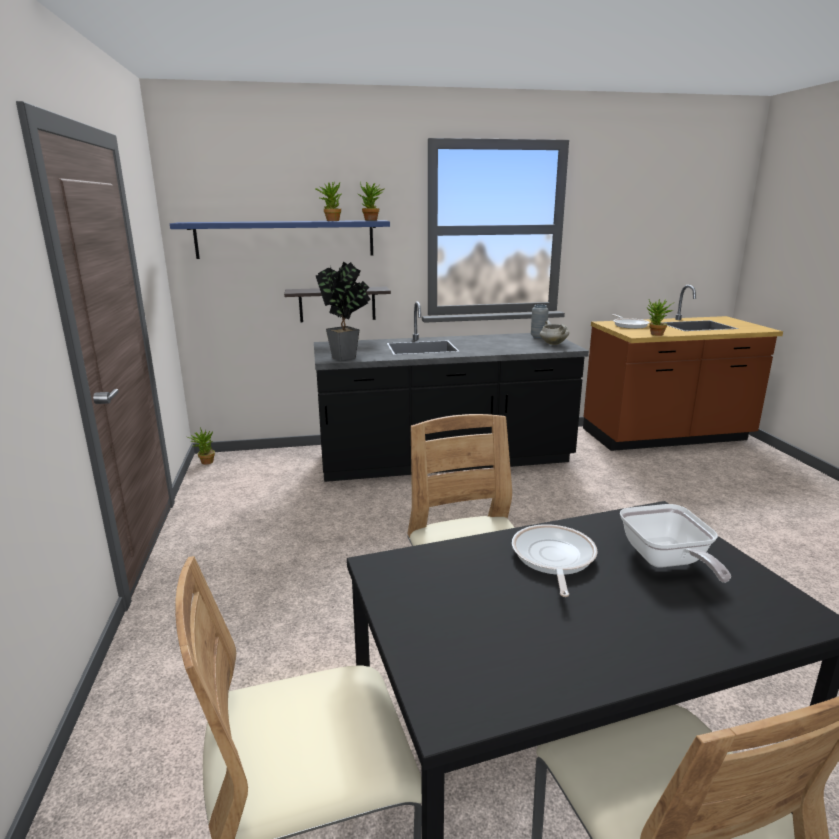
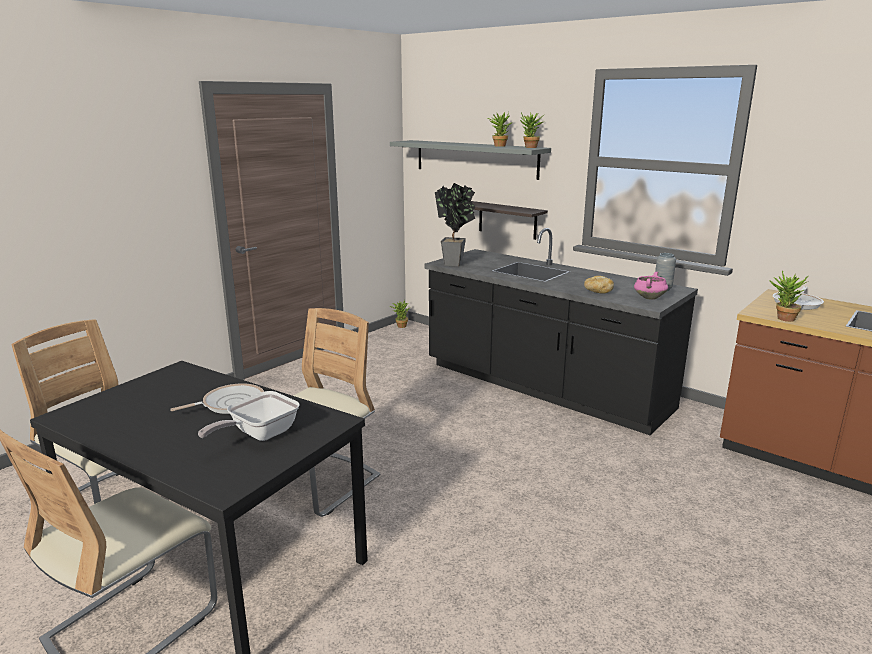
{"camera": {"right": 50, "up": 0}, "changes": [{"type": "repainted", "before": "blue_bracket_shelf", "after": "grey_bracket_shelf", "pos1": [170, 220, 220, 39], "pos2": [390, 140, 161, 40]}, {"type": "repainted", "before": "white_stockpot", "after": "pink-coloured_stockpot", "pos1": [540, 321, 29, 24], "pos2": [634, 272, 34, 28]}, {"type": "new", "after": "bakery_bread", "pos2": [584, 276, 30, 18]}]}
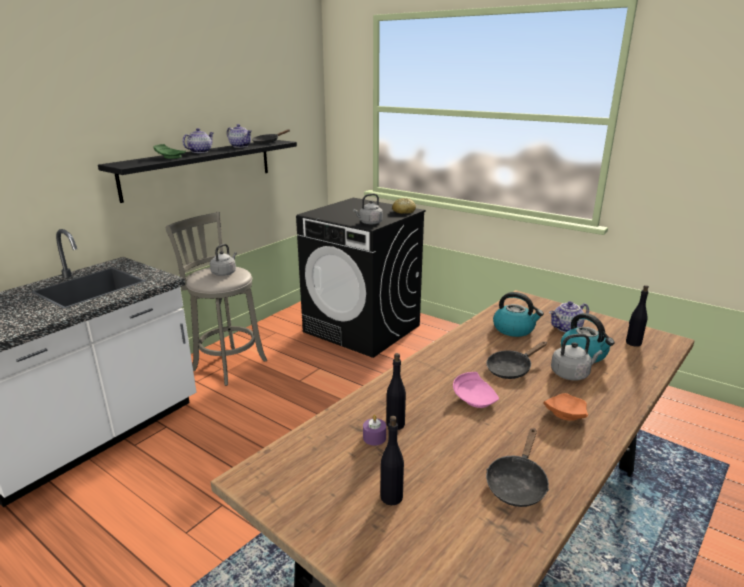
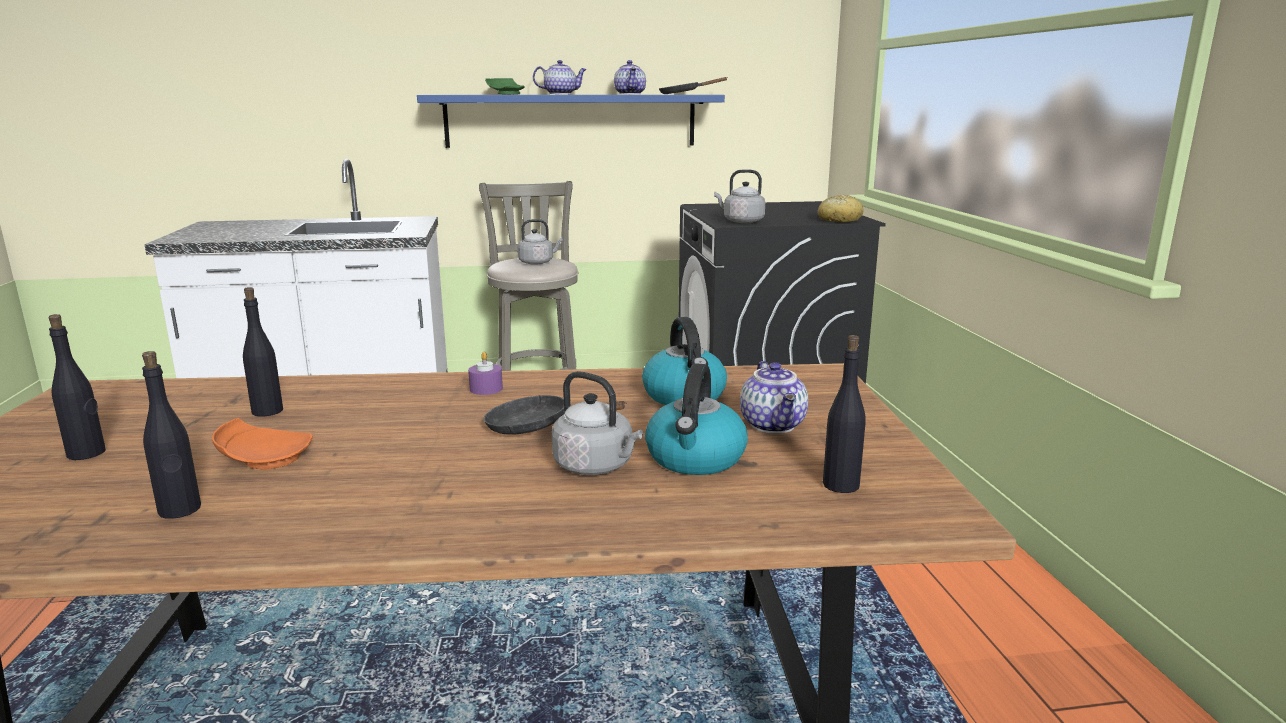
{"camera": {"right": 45, "up": -5}, "changes": [{"type": "repainted", "before": "black_bracket_shelf", "after": "blue_bracket_shelf", "pos1": [98, 140, 199, 63], "pos2": [417, 95, 308, 53]}, {"type": "shifted", "before": "purplish_wax_light", "pos1": [363, 415, 23, 31], "pos2": [468, 352, 35, 43]}, {"type": "gone", "before": "pink-coloured_plate", "pos1": [453, 372, 46, 36]}, {"type": "swapped", "before": "black_skillet", "after": "black_beverage_bottle", "pos1": [486, 428, 63, 79], "pos2": [142, 351, 59, 168]}, {"type": "shifted", "before": "orange-coloured_plate", "pos1": [543, 393, 45, 28], "pos2": [212, 418, 101, 51]}, {"type": "rotated", "before": "teapot", "pos1": [549, 301, 40, 32], "pos2": [740, 361, 68, 73], "turn": -120}]}
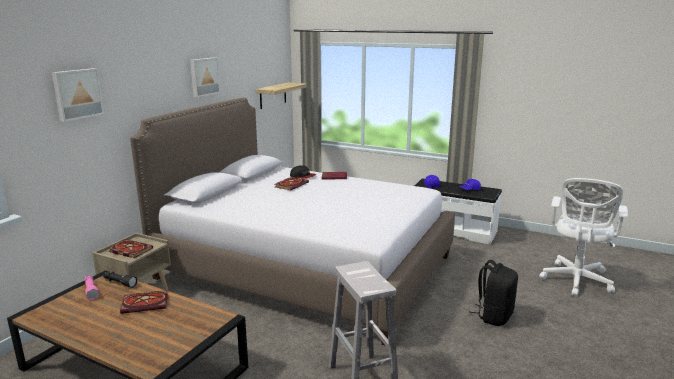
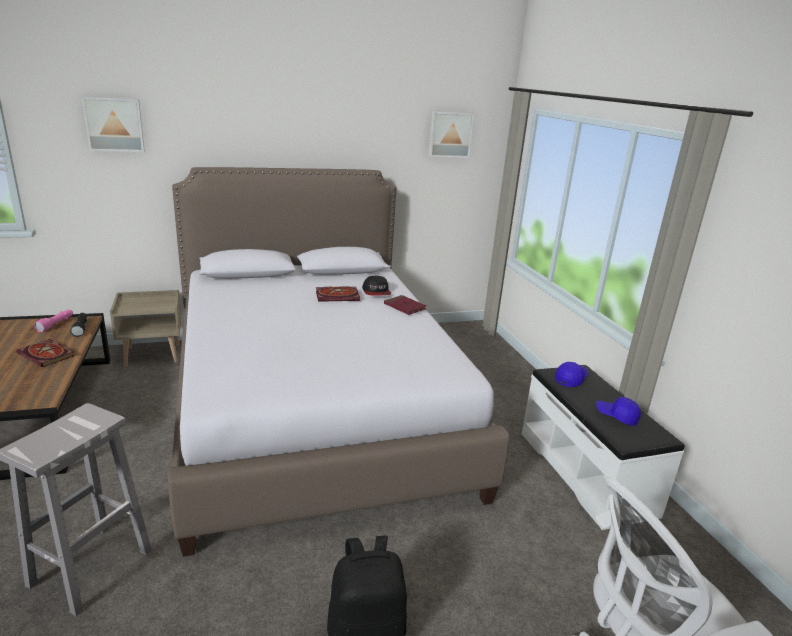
{"camera": {"right": 45, "up": 5}, "changes": [{"type": "gone", "before": "volume", "pos1": [108, 239, 45, 19]}, {"type": "shifted", "before": "wall_art", "pos1": [190, 57, 30, 40], "pos2": [428, 112, 46, 46]}, {"type": "gone", "before": "bracket_shelf", "pos1": [255, 82, 52, 27]}]}
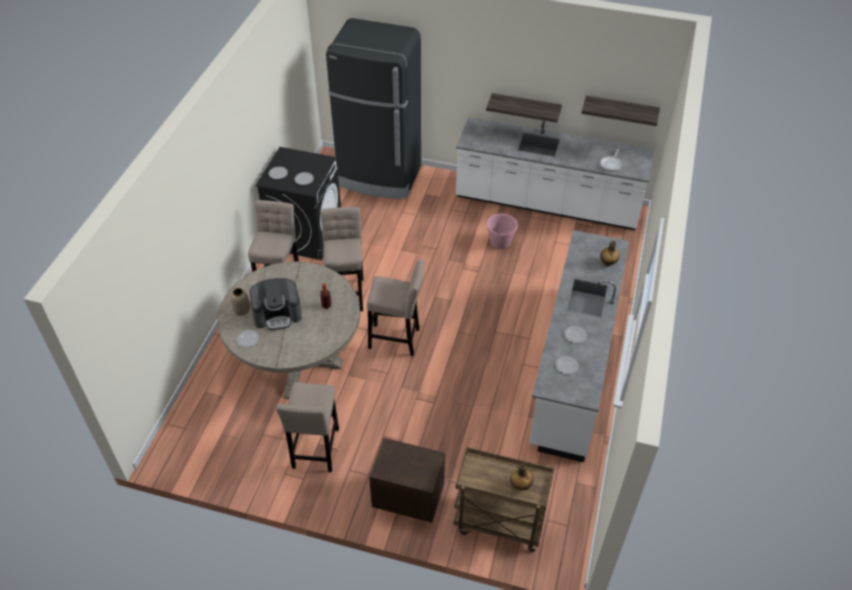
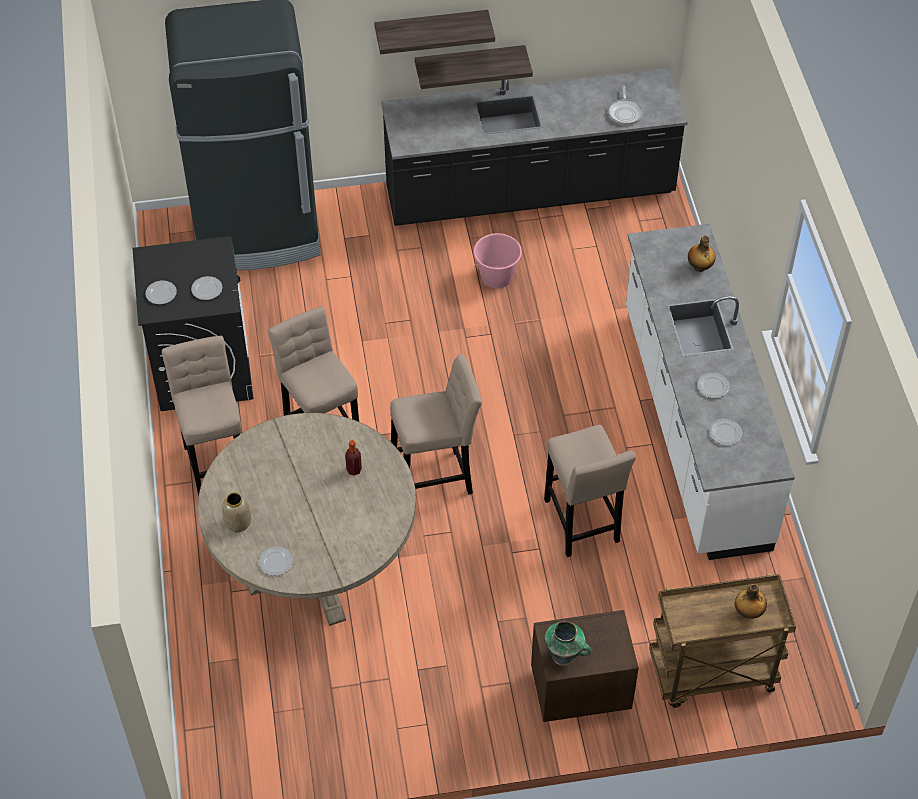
{"camera": {"right": -25, "up": 5}, "changes": [{"type": "gone", "before": "coffee_brewer", "pos1": [249, 278, 53, 52]}, {"type": "shifted", "before": "beige-coloured_stool_seat", "pos1": [276, 382, 63, 90], "pos2": [544, 425, 92, 132]}, {"type": "repainted", "before": "white_kitchen_counter", "after": "black_kitchen_counter", "pos1": [456, 117, 198, 113], "pos2": [381, 69, 307, 157]}, {"type": "shifted", "before": "bracket_shelf", "pos1": [581, 95, 79, 31], "pos2": [374, 10, 121, 44]}, {"type": "new", "after": "decorative_vase", "pos2": [544, 621, 48, 45]}]}
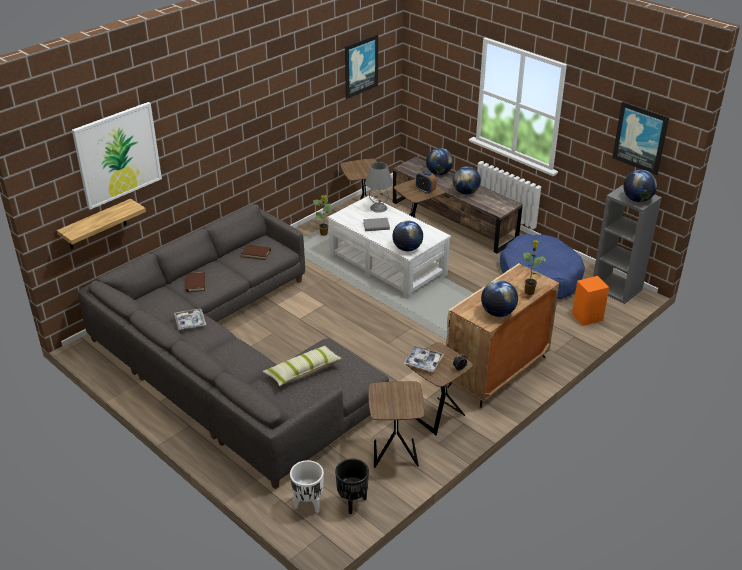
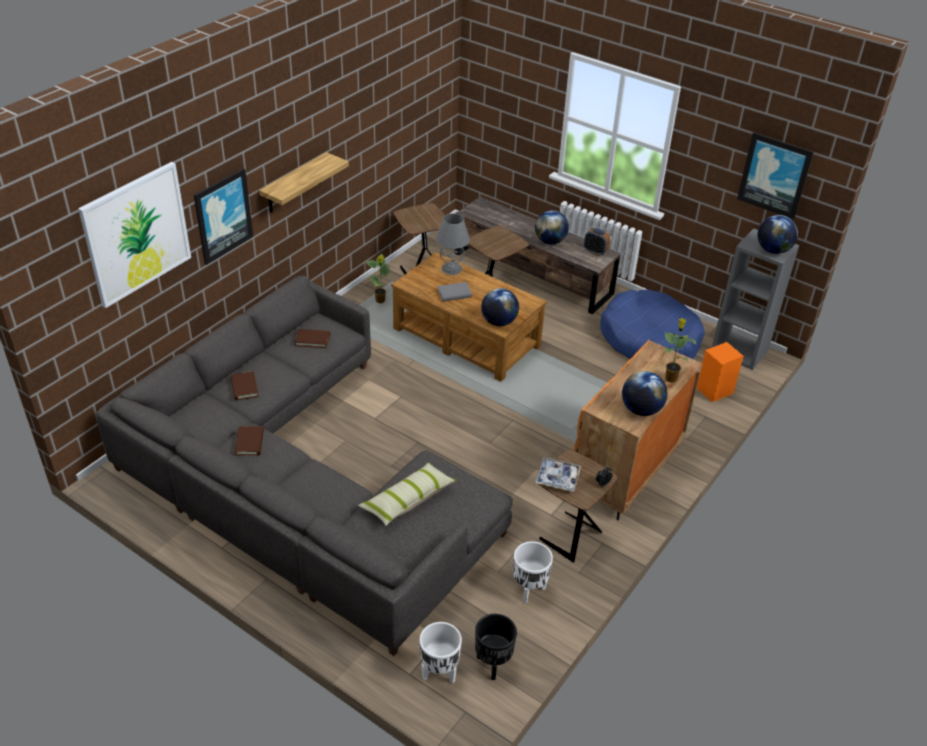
{"camera": {"right": -10, "up": 5}, "changes": [{"type": "shifted", "before": "bracket_shelf", "pos1": [57, 199, 89, 50], "pos2": [259, 152, 90, 61]}, {"type": "swapped", "before": "serving_tray", "after": "brownish_volume", "pos1": [174, 308, 32, 22], "pos2": [235, 426, 29, 30]}, {"type": "repainted", "before": "white_lounge_table", "after": "brownish_lounge_table", "pos1": [327, 196, 124, 103], "pos2": [391, 252, 156, 130]}, {"type": "shifted", "before": "wall_art", "pos1": [345, 34, 33, 65], "pos2": [194, 168, 59, 97]}, {"type": "swapped", "before": "brownish_end_table", "after": "white_flower_pot", "pos1": [369, 381, 55, 87], "pos2": [513, 541, 40, 63]}, {"type": "shifted", "before": "table_clock", "pos1": [416, 171, 21, 23], "pos2": [584, 228, 27, 28]}, {"type": "gone", "before": "world_globe", "pos1": [426, 148, 27, 27]}, {"type": "repainted", "before": "beige-coloured_storage_cabinet", "after": "orange-coloured_storage_cabinet", "pos1": [446, 263, 113, 145], "pos2": [574, 340, 129, 180]}]}
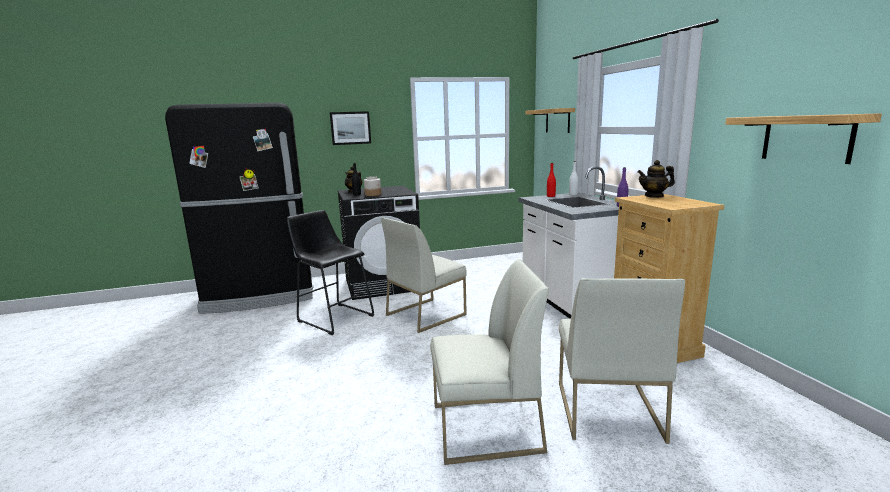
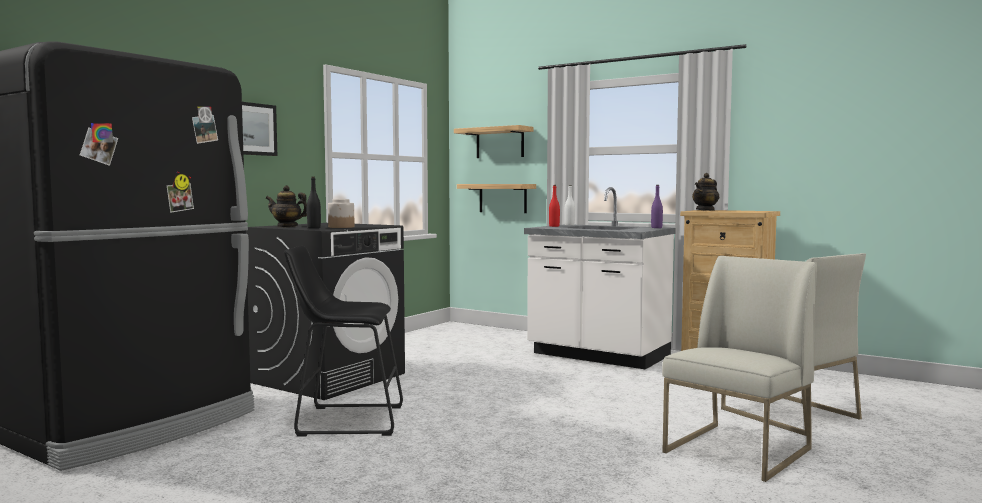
{"camera": {"right": -40, "up": -10}, "changes": [{"type": "gone", "before": "white_upright_chair", "pos1": [381, 217, 86, 116]}, {"type": "shifted", "before": "bracket_shelf", "pos1": [725, 113, 157, 51], "pos2": [457, 184, 79, 29]}]}
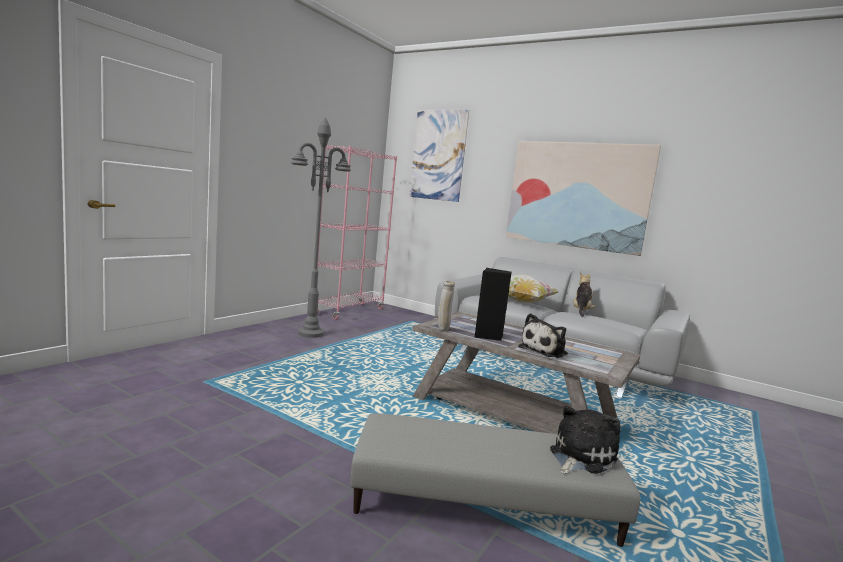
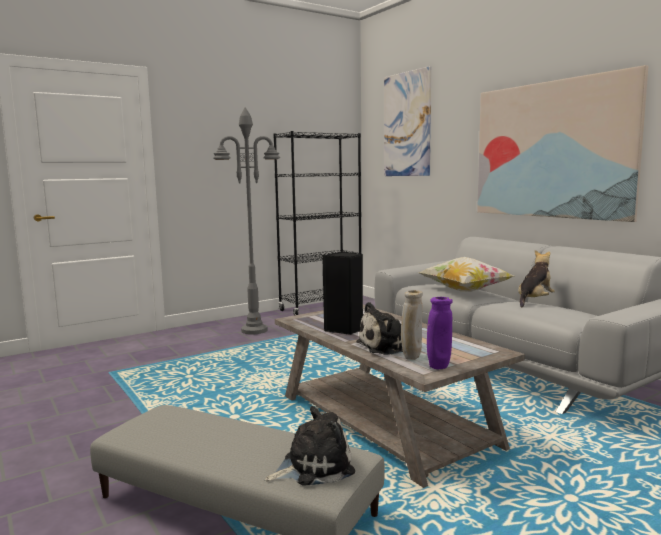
{"camera": {"right": 25, "up": 0}, "changes": [{"type": "repainted", "before": "pink-coloured_shelving_unit", "after": "black_shelving_unit", "pos1": [317, 146, 80, 174], "pos2": [273, 131, 89, 184]}, {"type": "shifted", "before": "beige-coloured_decorative_vase", "pos1": [438, 281, 17, 50], "pos2": [401, 290, 22, 70]}, {"type": "new", "after": "purplish_decorative_vase", "pos2": [427, 297, 26, 72]}]}
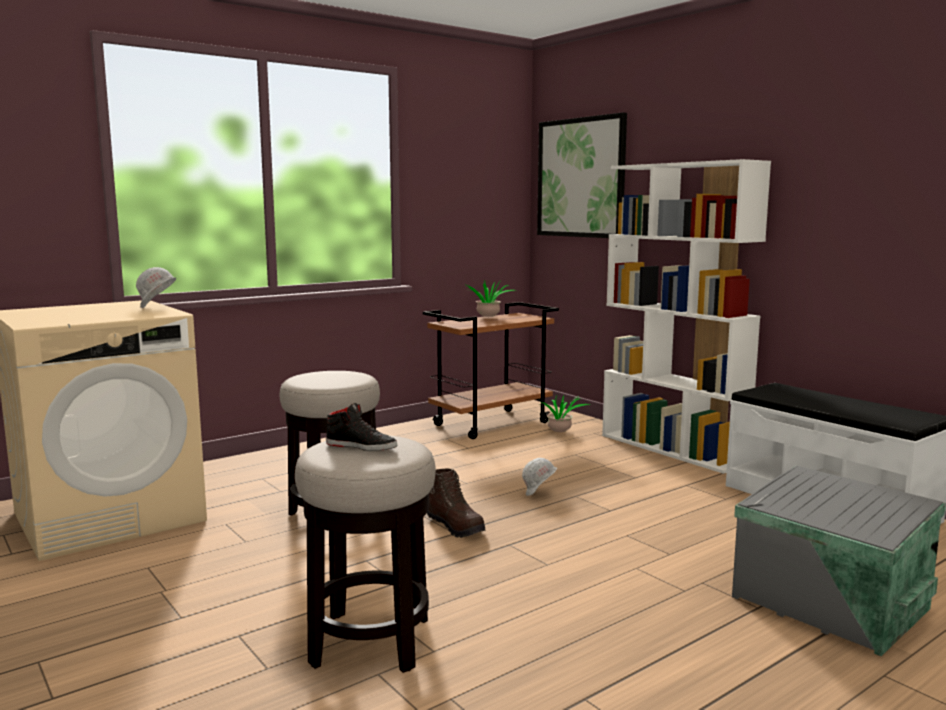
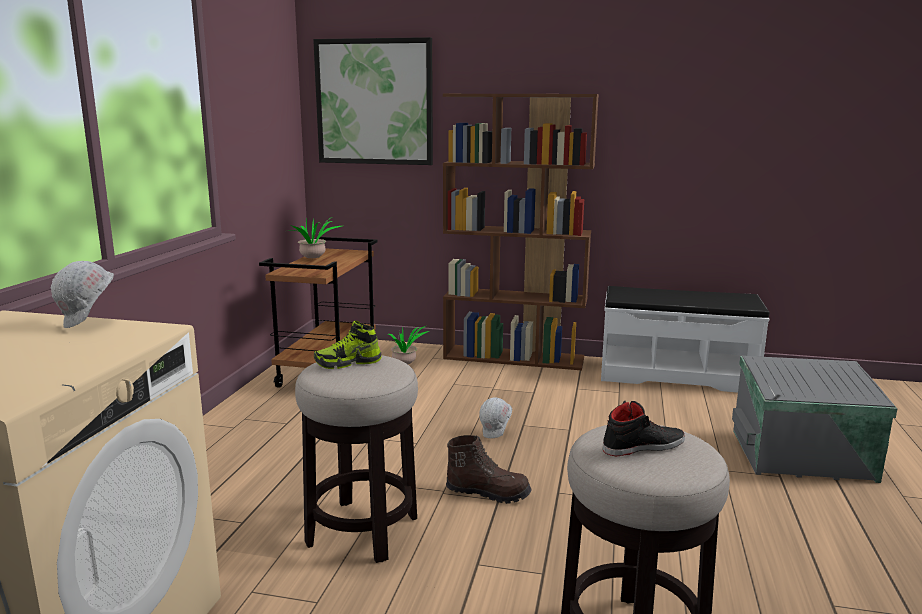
{"camera": {"right": -40, "up": 5}, "changes": [{"type": "repainted", "before": "white_shelving_unit", "after": "brownish_shelving_unit", "pos1": [602, 159, 169, 315], "pos2": [443, 94, 156, 276]}, {"type": "new", "after": "shoe", "pos2": [314, 320, 68, 49]}]}
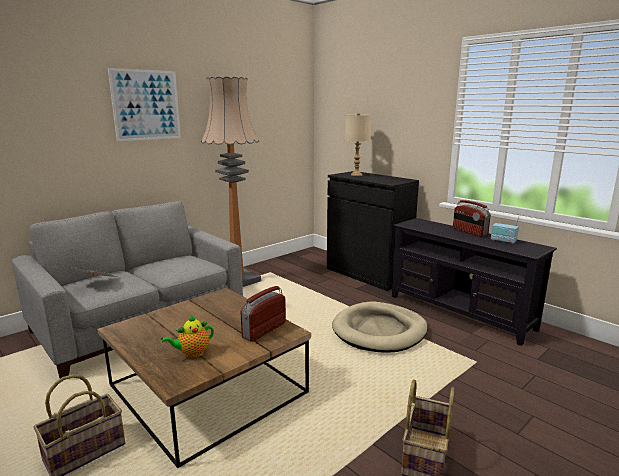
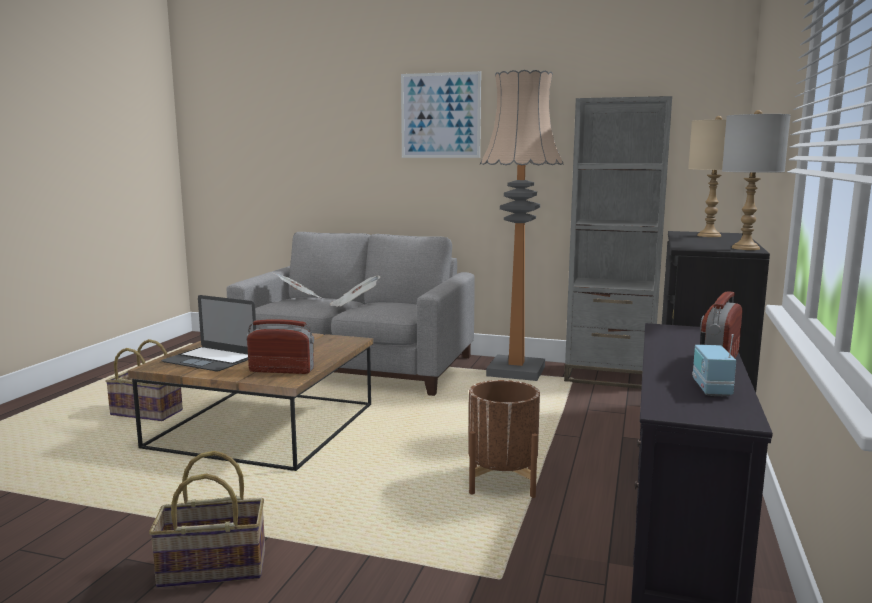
{"camera": {"right": 60, "up": -5}, "changes": [{"type": "swapped", "before": "teapot", "after": "notebook_computer", "pos1": [161, 315, 53, 43], "pos2": [161, 295, 95, 77]}, {"type": "swapped", "before": "beige-coloured_dog_cushion", "after": "brownish_flower_pot", "pos1": [332, 302, 96, 51], "pos2": [468, 380, 72, 118]}, {"type": "new", "after": "newspaper", "pos2": [330, 276, 51, 31]}, {"type": "new", "after": "grey_shelving_unit", "pos2": [564, 96, 108, 293]}, {"type": "new", "after": "grey_tabletop_lamp", "pos2": [722, 110, 68, 140]}]}
